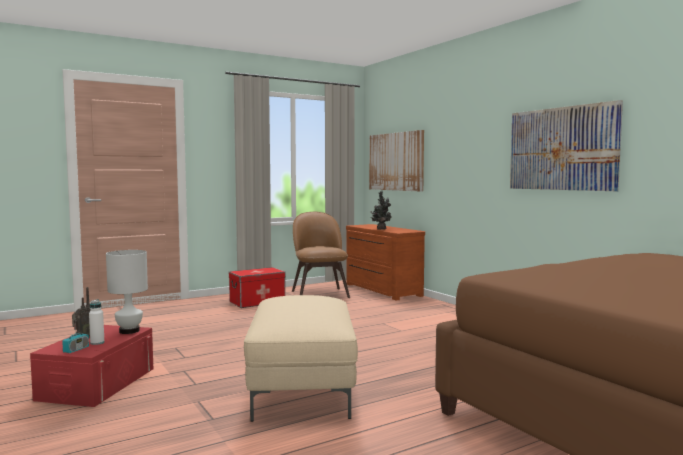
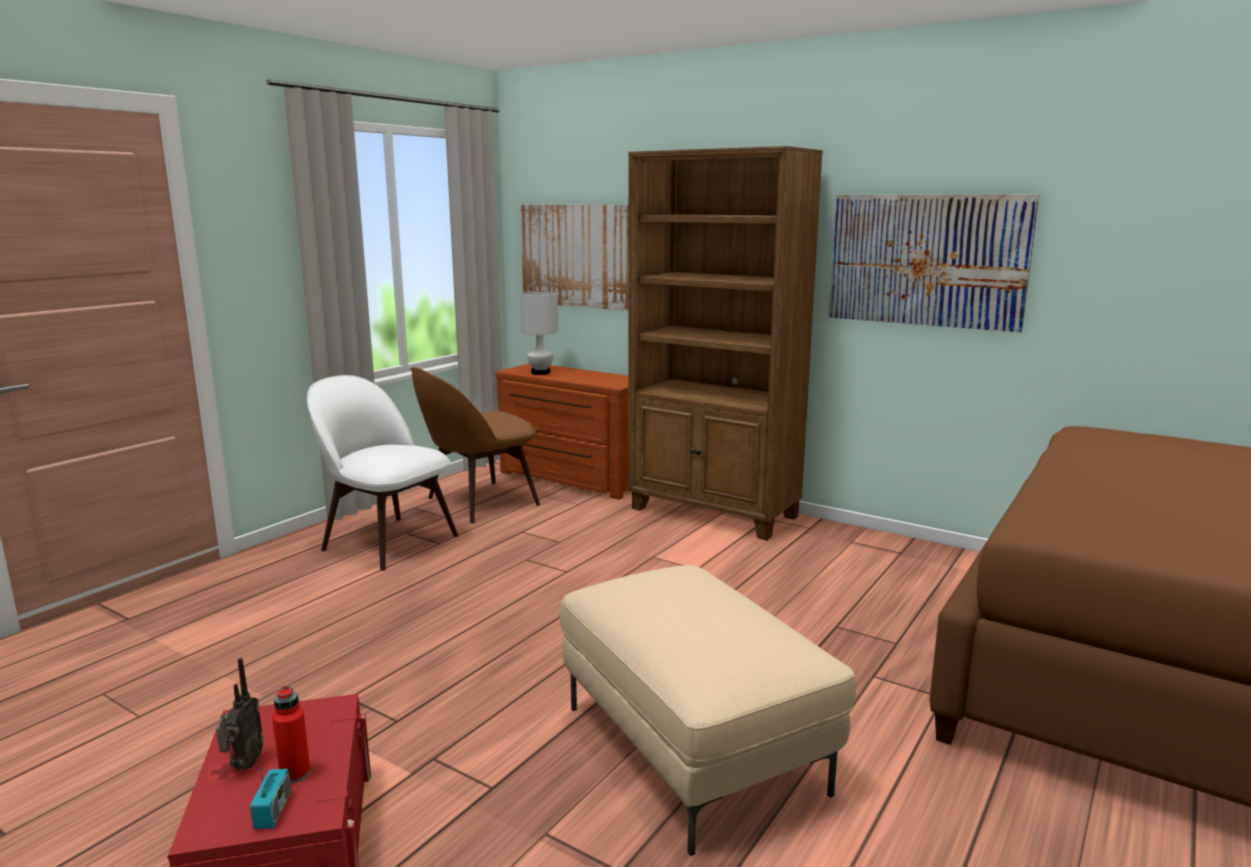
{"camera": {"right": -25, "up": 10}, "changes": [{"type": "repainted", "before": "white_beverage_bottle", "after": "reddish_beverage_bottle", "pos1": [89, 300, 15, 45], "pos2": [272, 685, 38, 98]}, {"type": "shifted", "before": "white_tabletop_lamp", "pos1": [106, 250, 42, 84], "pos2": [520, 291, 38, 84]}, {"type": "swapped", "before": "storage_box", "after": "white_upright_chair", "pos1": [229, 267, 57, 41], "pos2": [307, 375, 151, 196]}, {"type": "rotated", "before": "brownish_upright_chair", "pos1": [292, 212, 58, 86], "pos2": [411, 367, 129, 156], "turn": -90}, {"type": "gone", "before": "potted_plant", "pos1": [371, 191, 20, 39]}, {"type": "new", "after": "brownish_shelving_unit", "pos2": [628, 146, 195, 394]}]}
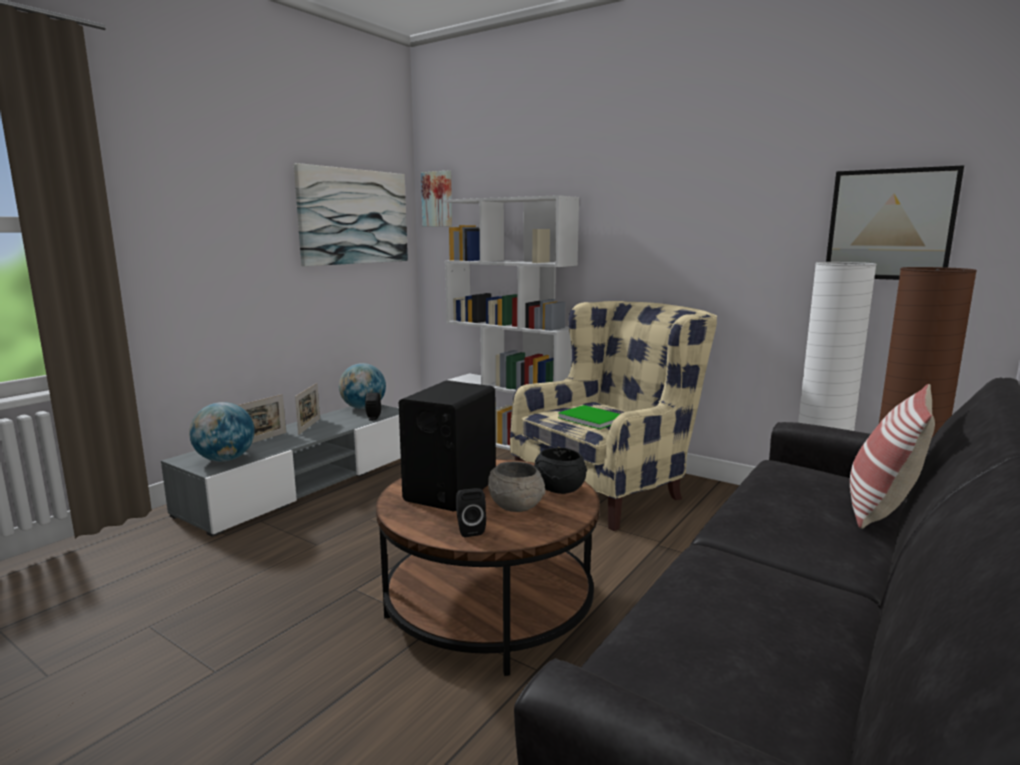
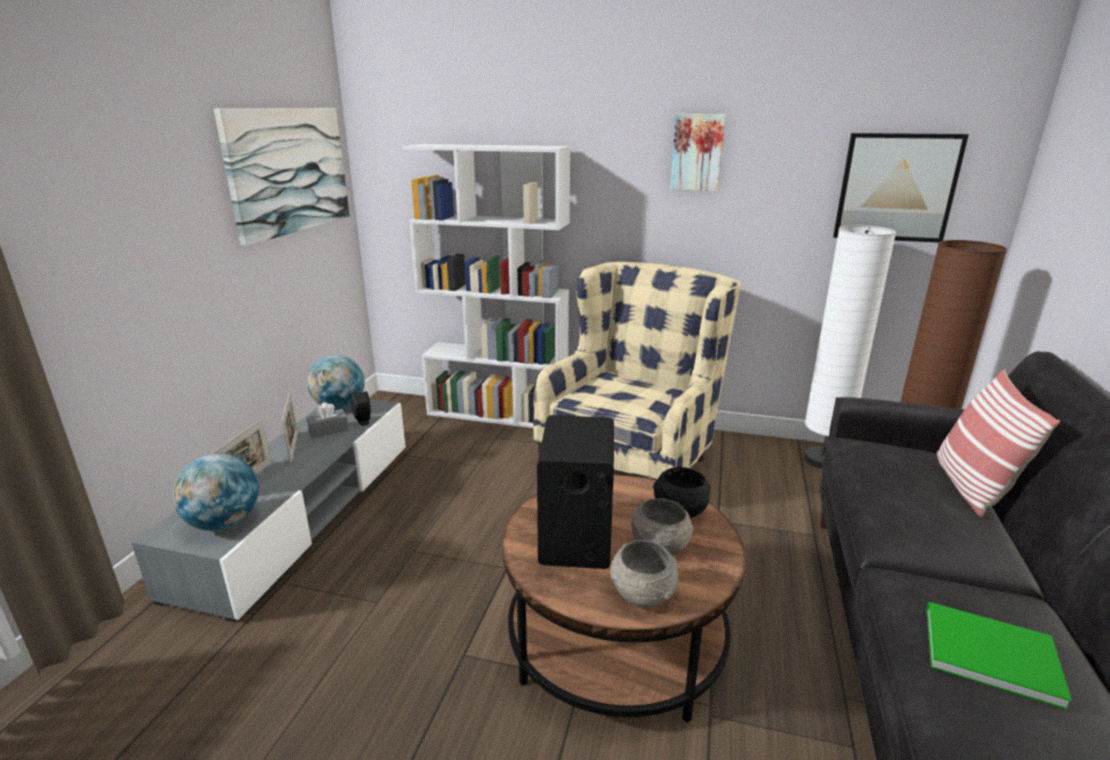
{"camera": {"right": -20, "up": 10}, "changes": [{"type": "shifted", "before": "wall_art", "pos1": [421, 171, 31, 56], "pos2": [670, 114, 56, 77]}, {"type": "swapped", "before": "black_speaker", "after": "grey_deep_dish", "pos1": [456, 488, 30, 49], "pos2": [610, 540, 68, 68]}, {"type": "shifted", "before": "green-coloured_volume", "pos1": [558, 405, 62, 24], "pos2": [927, 602, 145, 108]}, {"type": "new", "after": "grey_box_of_tissues", "pos2": [306, 402, 43, 36]}]}
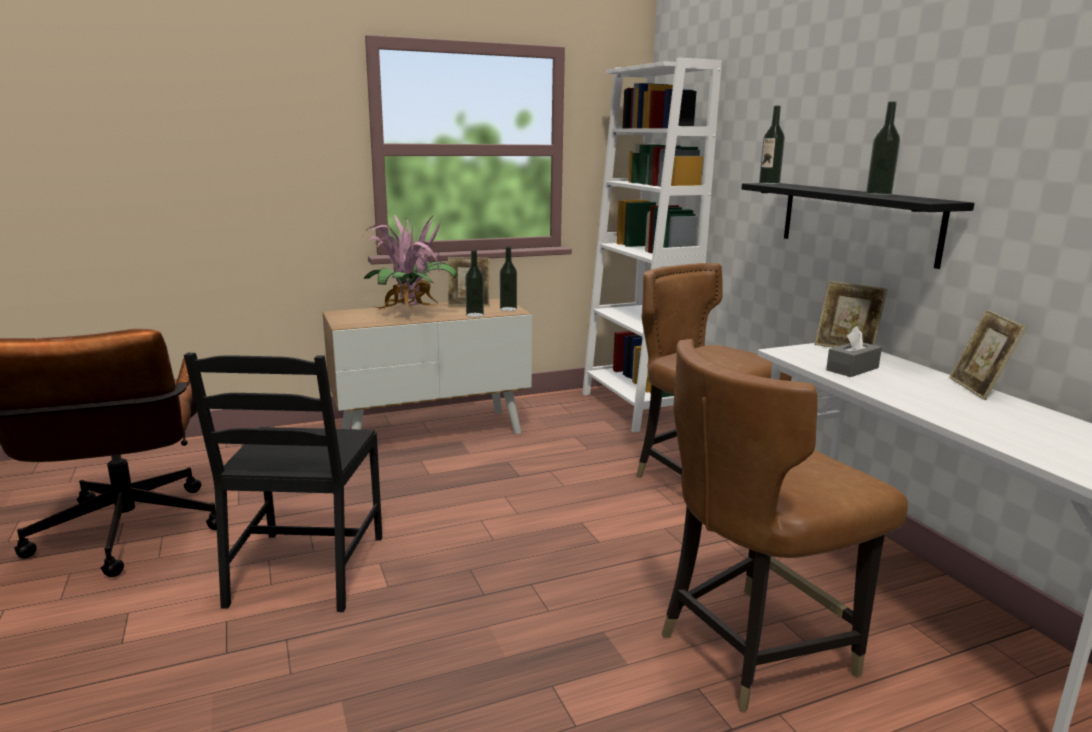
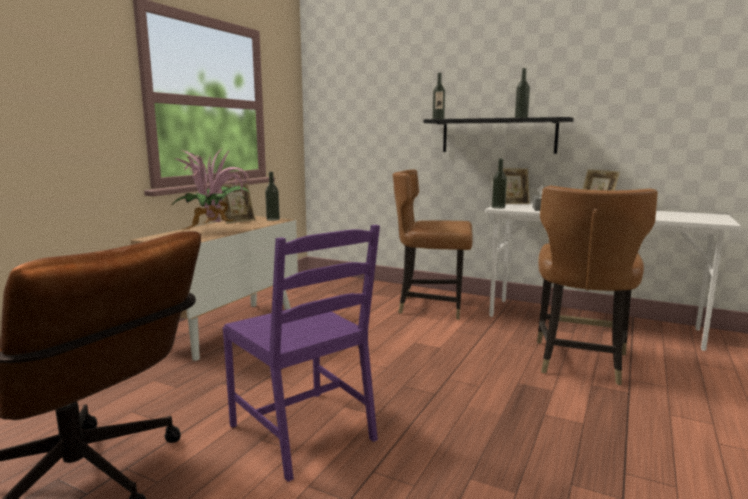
{"camera": {"right": -40, "up": -5}, "changes": [{"type": "repainted", "before": "black_upright_chair", "after": "purplish_upright_chair", "pos1": [184, 353, 198, 259], "pos2": [223, 225, 157, 257]}, {"type": "shifted", "before": "beverage_bottle", "pos1": [465, 250, 19, 67], "pos2": [492, 159, 15, 50]}, {"type": "gone", "before": "white_shelving_unit", "pos1": [582, 58, 140, 375]}]}
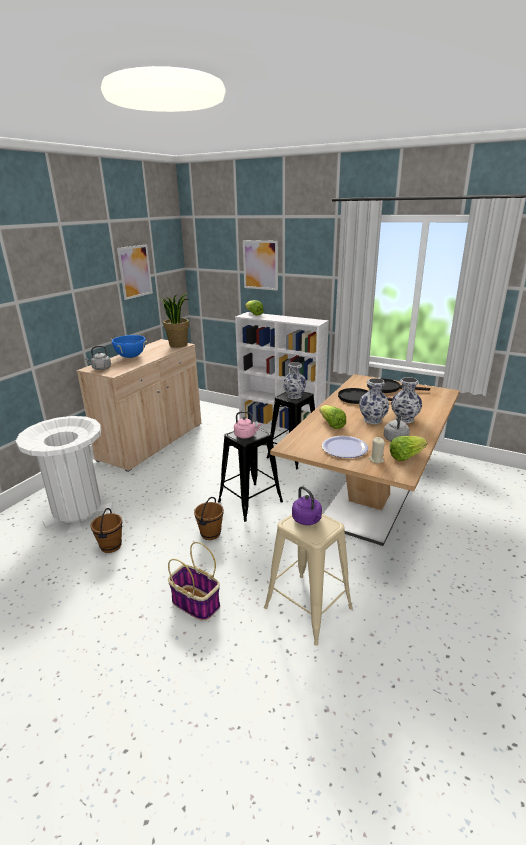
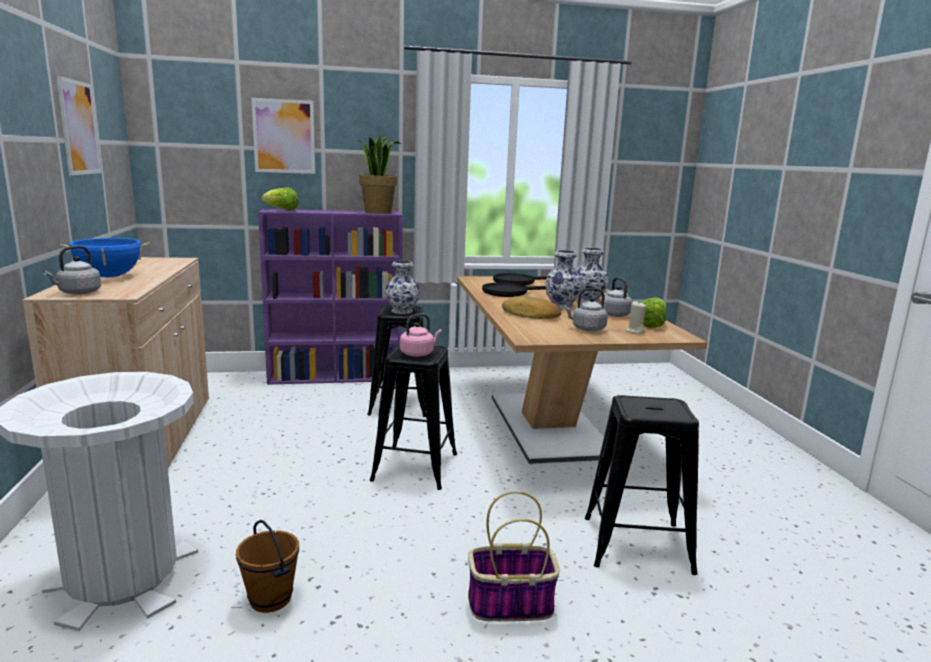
{"camera": {"right": -40, "up": -10}, "changes": [{"type": "shifted", "before": "potted_plant", "pos1": [159, 293, 31, 55], "pos2": [357, 135, 44, 79]}, {"type": "gone", "before": "brownish_water_bucket", "pos1": [194, 497, 30, 43]}, {"type": "repainted", "before": "white_shelving_unit", "after": "purplish_shelving_unit", "pos1": [235, 312, 94, 120], "pos2": [258, 209, 145, 176]}, {"type": "repainted", "before": "beige-coloured_stool_seat", "after": "black_stool_seat", "pos1": [264, 514, 89, 132], "pos2": [585, 395, 114, 180]}, {"type": "gone", "before": "purplish_tea_kettle", "pos1": [292, 486, 30, 39]}, {"type": "swapped", "before": "head_of_lettuce", "after": "bakery_bread", "pos1": [319, 405, 27, 24], "pos2": [502, 296, 59, 23]}, {"type": "swapped", "before": "plate", "after": "grey_tea_kettle", "pos1": [322, 436, 46, 22], "pos2": [564, 288, 44, 43]}]}
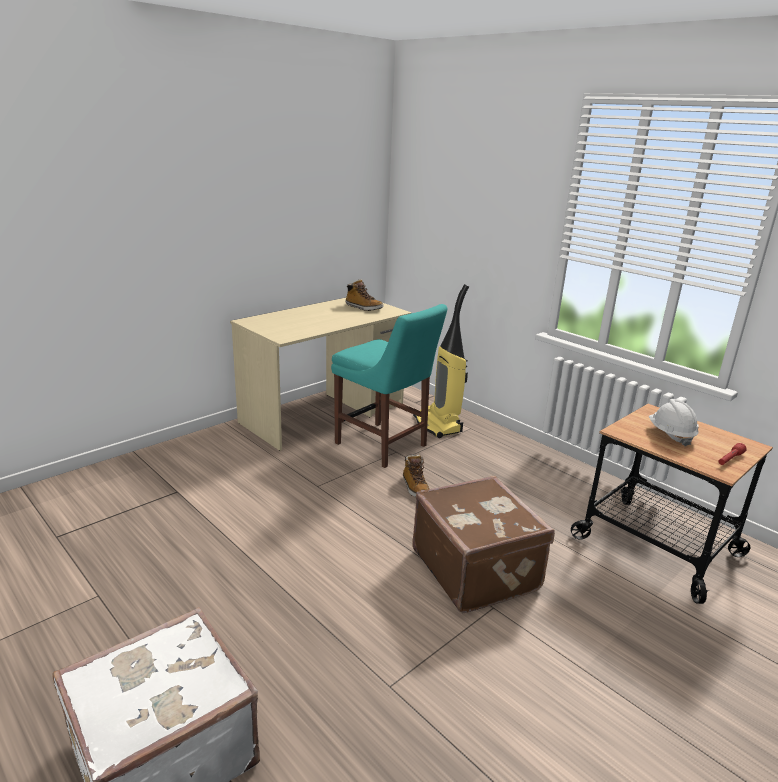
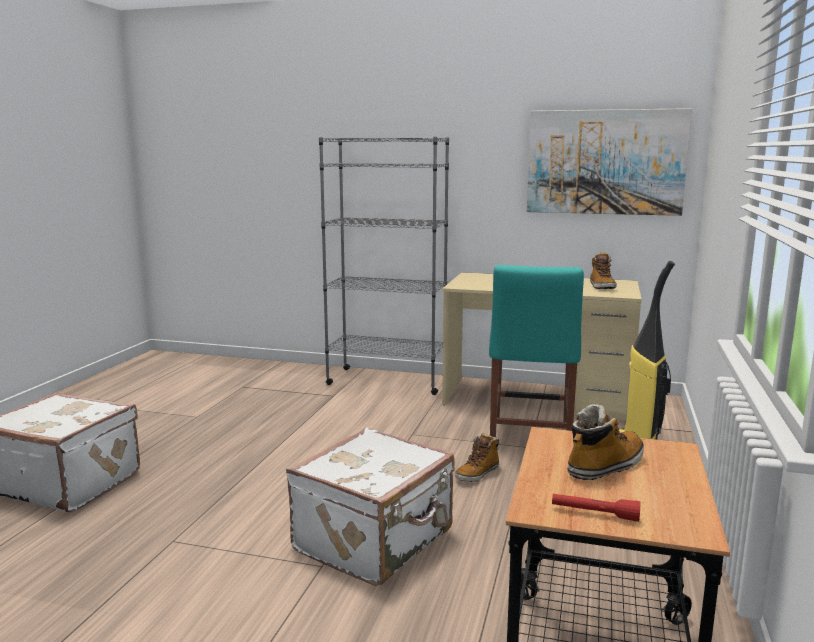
{"camera": {"right": 60, "up": -10}, "changes": [{"type": "repainted", "before": "brownish_piece_of_luggage", "after": "white_piece_of_luggage", "pos1": [412, 476, 143, 137], "pos2": [286, 427, 169, 159]}, {"type": "swapped", "before": "white_safety_helmet", "after": "tall_boot", "pos1": [649, 399, 50, 48], "pos2": [568, 404, 76, 76]}, {"type": "new", "after": "grey_shelving_unit", "pos2": [319, 137, 130, 258]}, {"type": "new", "after": "wall_art", "pos2": [527, 108, 165, 108]}]}
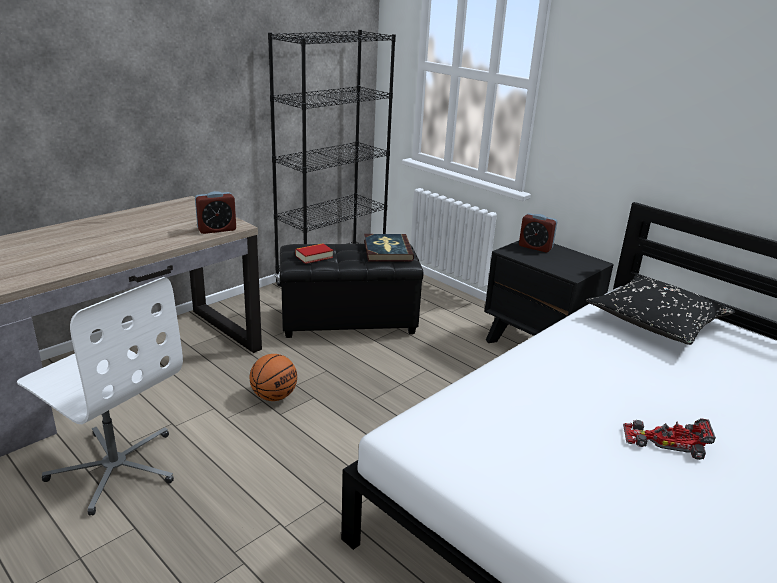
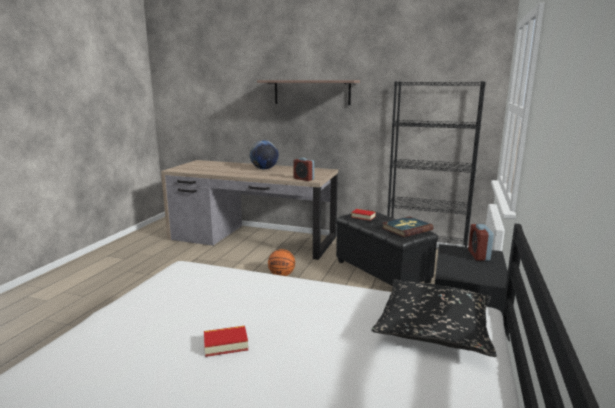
{"camera": {"right": 65, "up": -10}, "changes": [{"type": "gone", "before": "white_office_chair", "pos1": [17, 277, 166, 238]}, {"type": "swapped", "before": "model_car", "after": "volume", "pos1": [623, 418, 93, 42], "pos2": [204, 326, 44, 31]}, {"type": "new", "after": "world_globe", "pos2": [250, 140, 29, 29]}, {"type": "new", "after": "bracket_shelf", "pos2": [257, 80, 103, 25]}]}
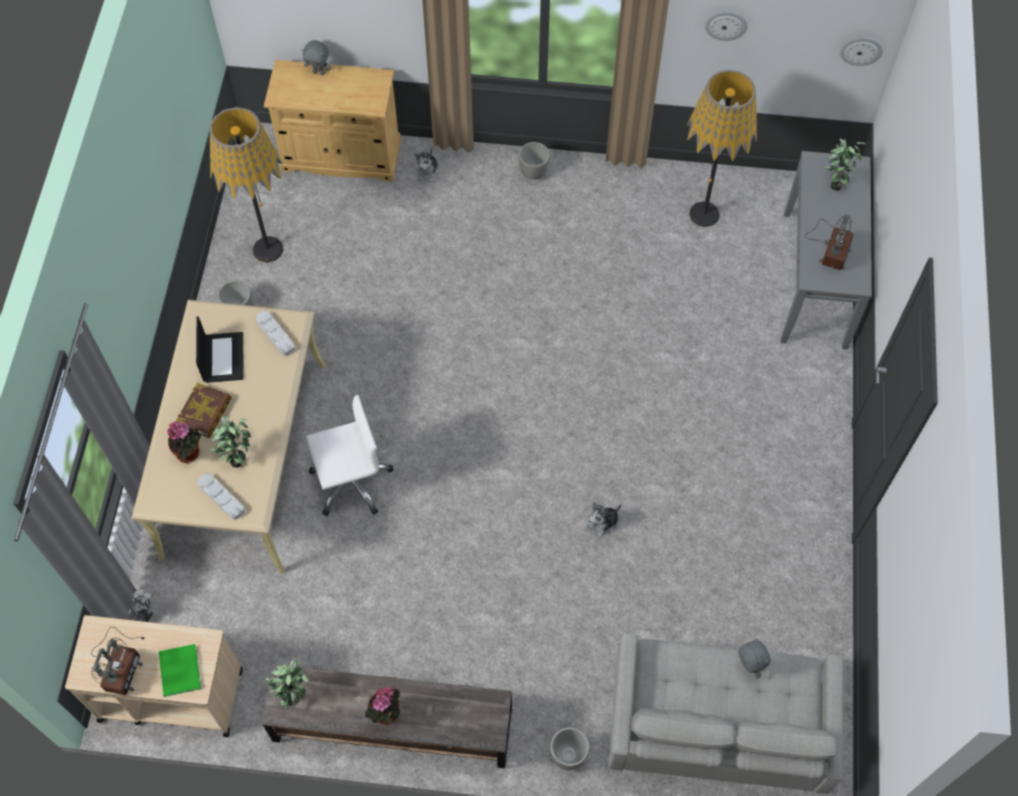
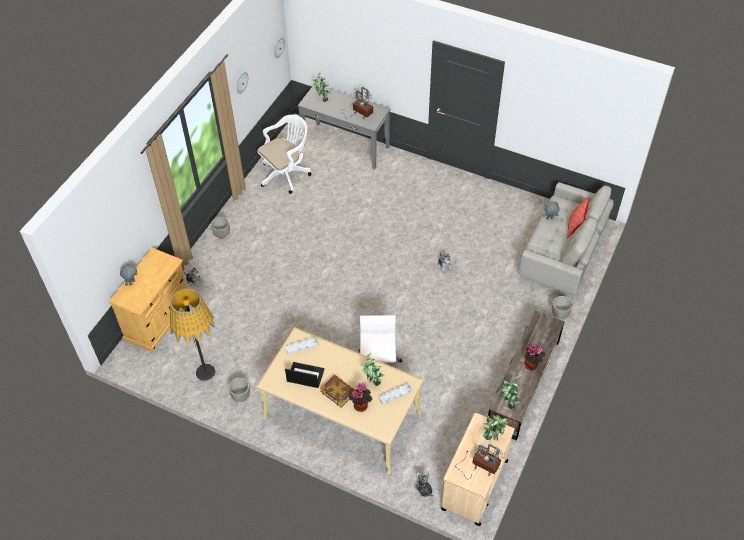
{"camera": {"right": -70, "up": -10}, "changes": [{"type": "swapped", "before": "green-coloured_volume", "after": "potted_plant", "pos1": [159, 644, 42, 53], "pos2": [483, 415, 25, 26]}, {"type": "swapped", "before": "floor_lamp", "after": "white_office_chair", "pos1": [686, 70, 71, 157], "pos2": [258, 115, 53, 79]}, {"type": "new", "after": "throw_pillow", "pos2": [567, 197, 22, 42]}]}
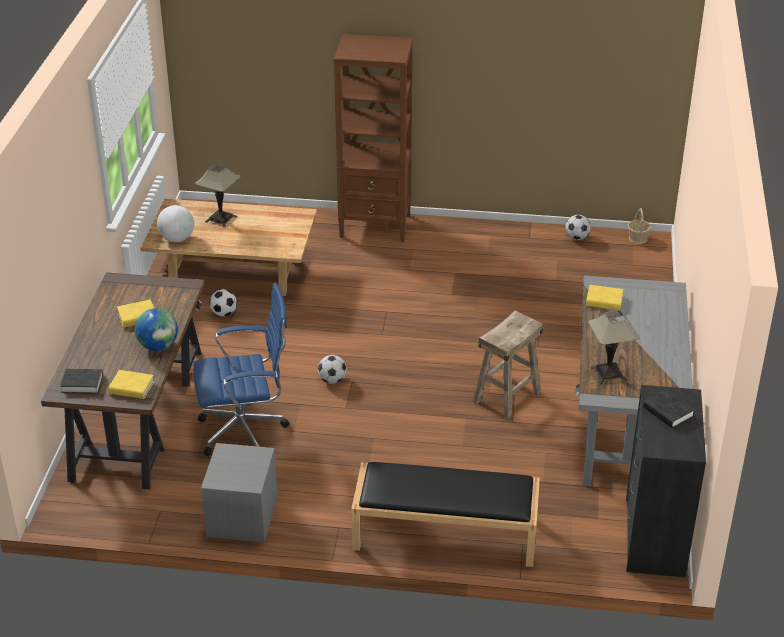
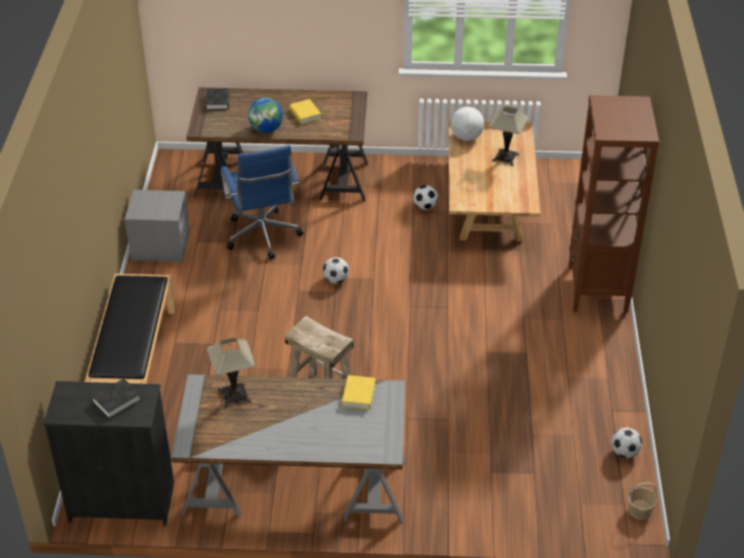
{"camera": {"right": 85, "up": 5}, "changes": [{"type": "gone", "before": "yellow_volume", "pos1": [108, 370, 46, 29]}]}
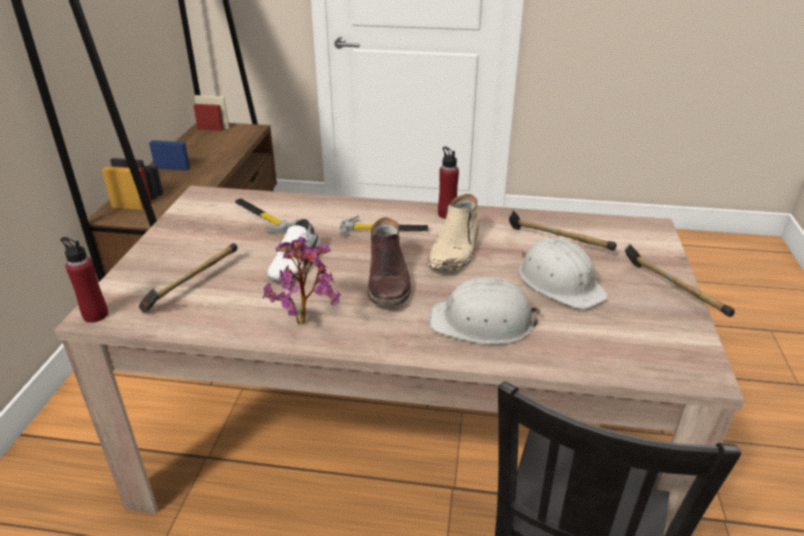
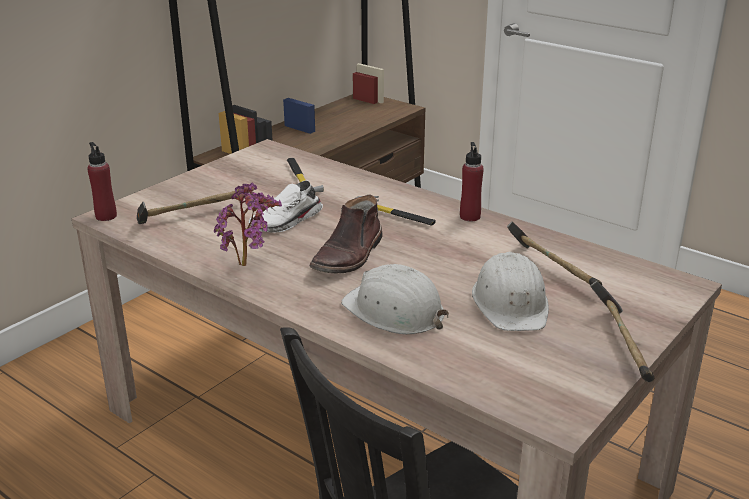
{"camera": {"right": 30, "up": -5}, "changes": [{"type": "gone", "before": "beige-coloured_tall_boot", "pos1": [426, 194, 53, 77]}]}
